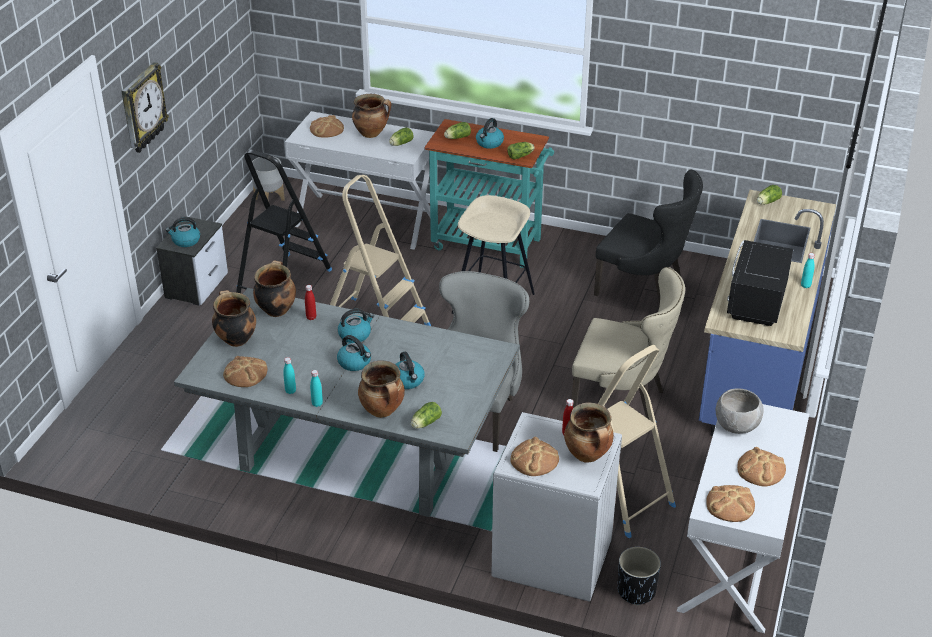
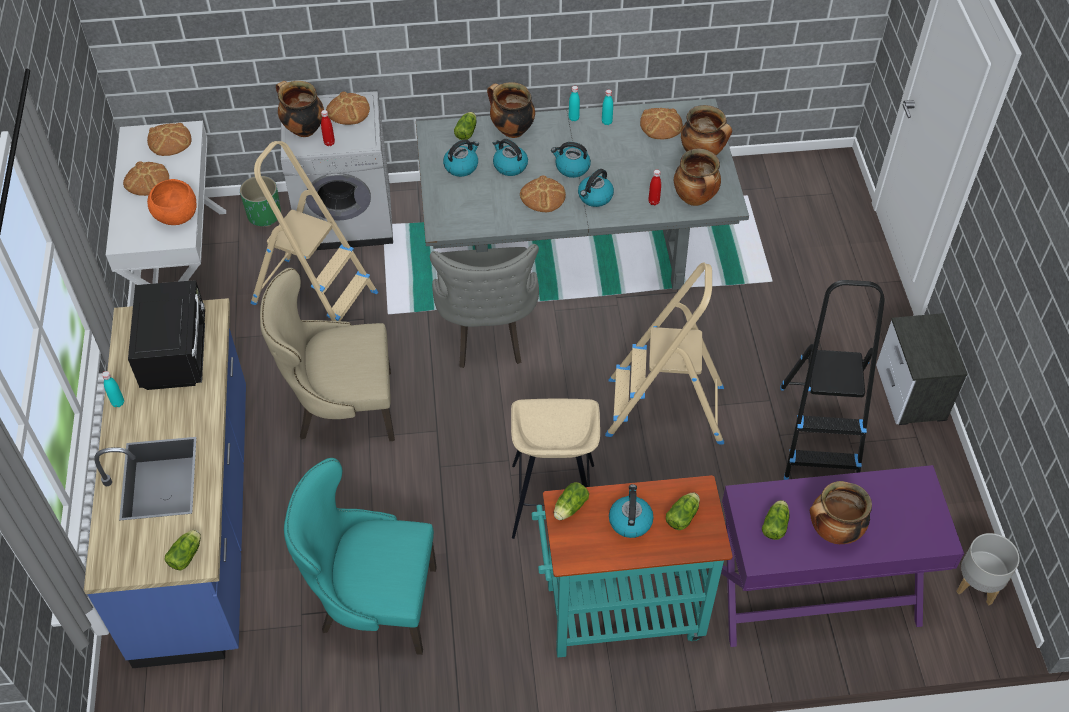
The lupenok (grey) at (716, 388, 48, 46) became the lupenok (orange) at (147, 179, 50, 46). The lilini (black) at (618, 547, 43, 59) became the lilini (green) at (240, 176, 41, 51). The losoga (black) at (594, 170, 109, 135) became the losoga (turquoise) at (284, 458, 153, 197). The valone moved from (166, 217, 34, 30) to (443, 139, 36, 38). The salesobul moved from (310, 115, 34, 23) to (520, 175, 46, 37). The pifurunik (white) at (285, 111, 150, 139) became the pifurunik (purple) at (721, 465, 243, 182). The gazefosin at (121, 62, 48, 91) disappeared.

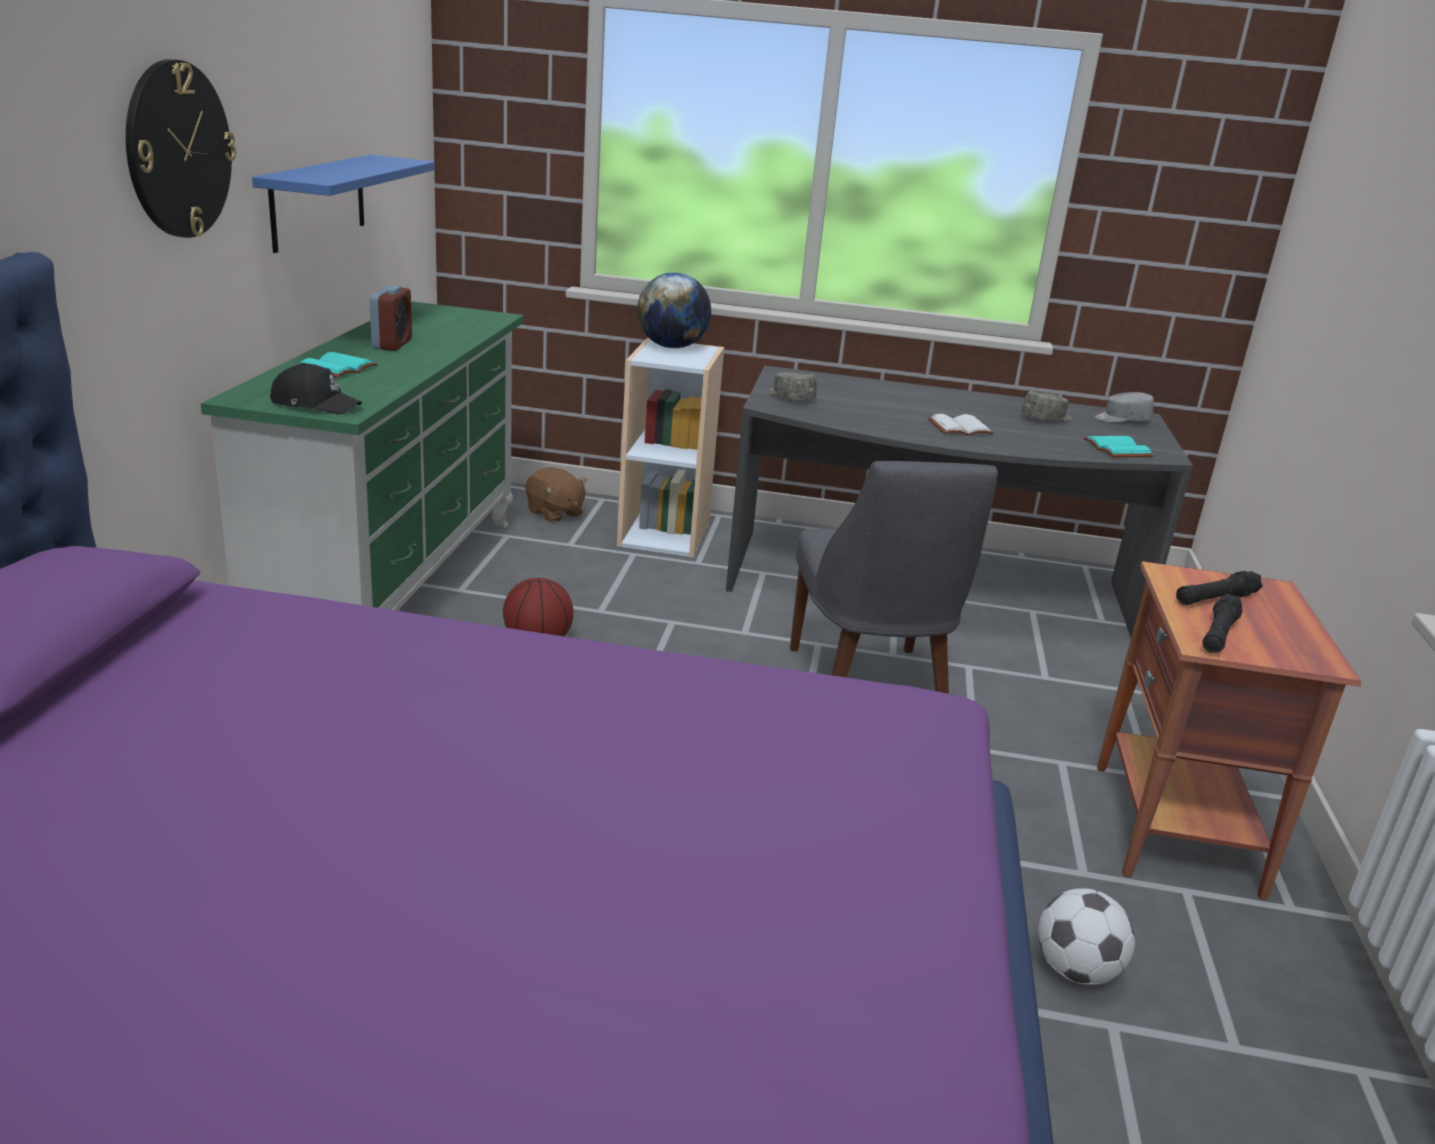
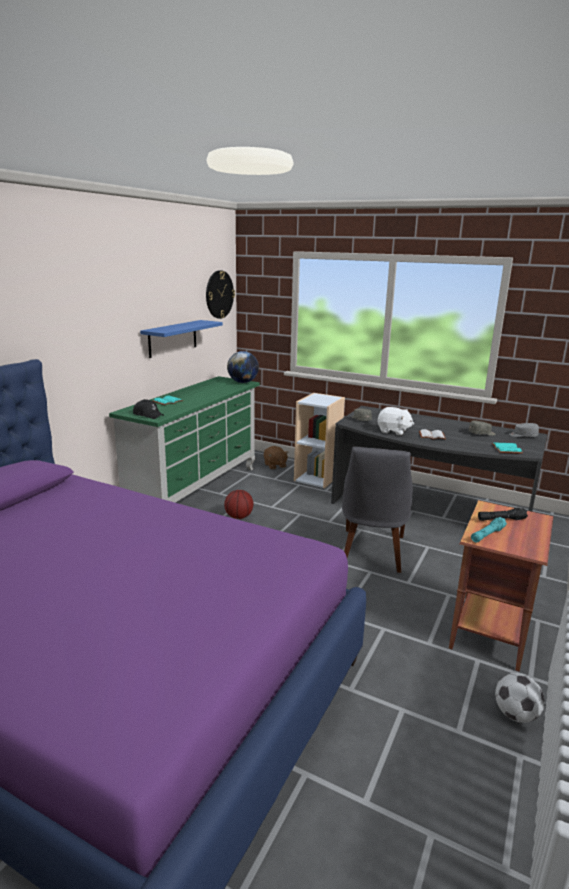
The gazefosin moved from (126, 59, 110, 179) to (206, 270, 29, 49). The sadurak moved from (637, 272, 74, 76) to (227, 351, 32, 32). The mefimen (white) at (377, 407, 37, 28) appeared. The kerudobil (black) at (1202, 594, 41, 59) became the kerudobil (turquoise) at (471, 517, 36, 26). The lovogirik moved from (1038, 888, 97, 97) to (495, 673, 50, 50). The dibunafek at (369, 285, 43, 66) disappeared.

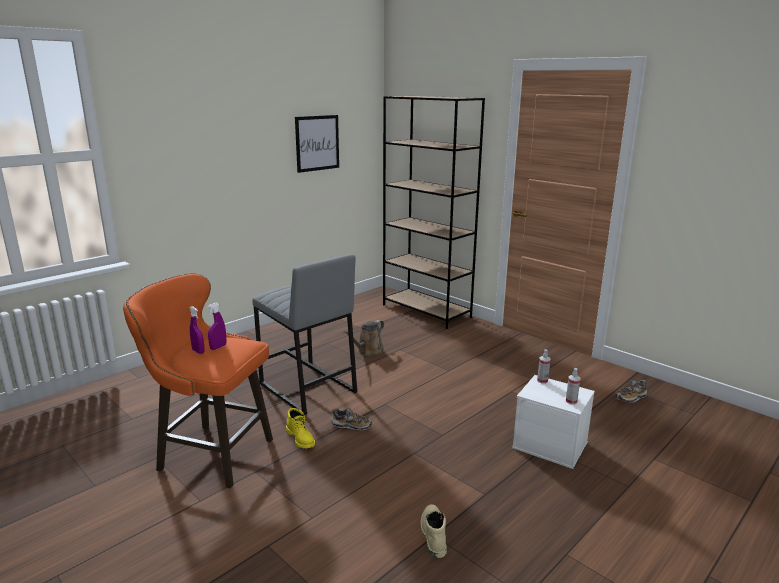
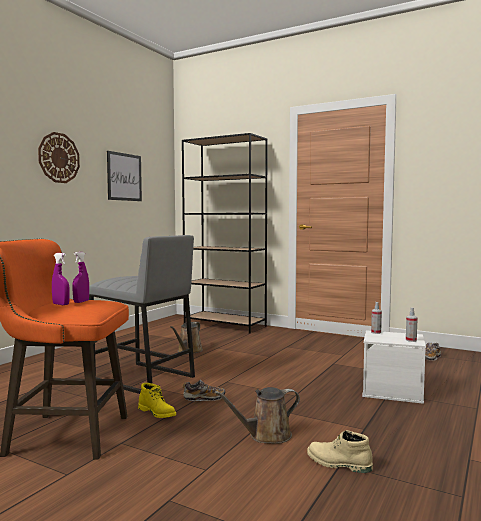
The gazefosin at (38, 132, 42, 51) appeared. The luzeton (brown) at (214, 387, 86, 57) appeared. The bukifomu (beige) at (421, 504, 26, 54) turned 45 degrees counterclockwise.

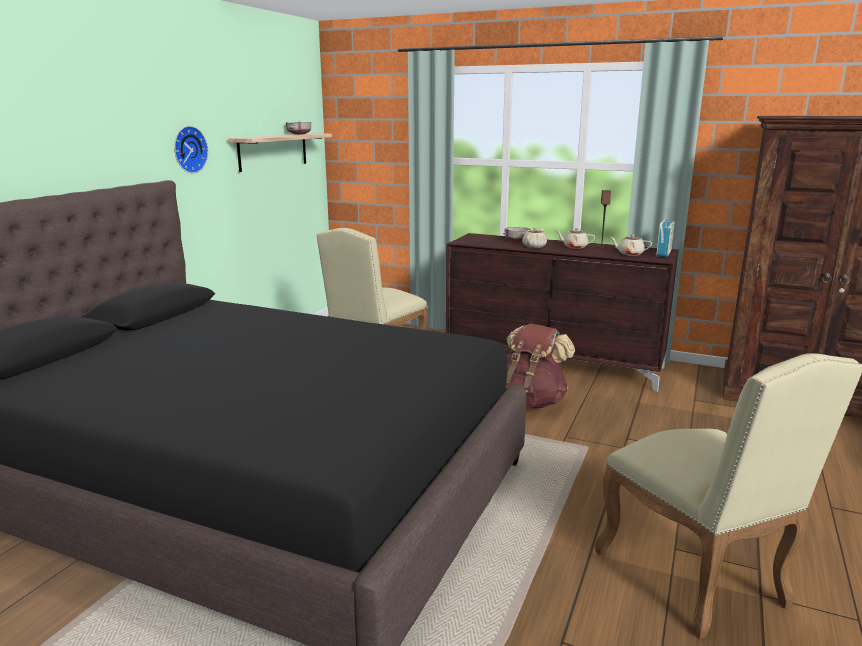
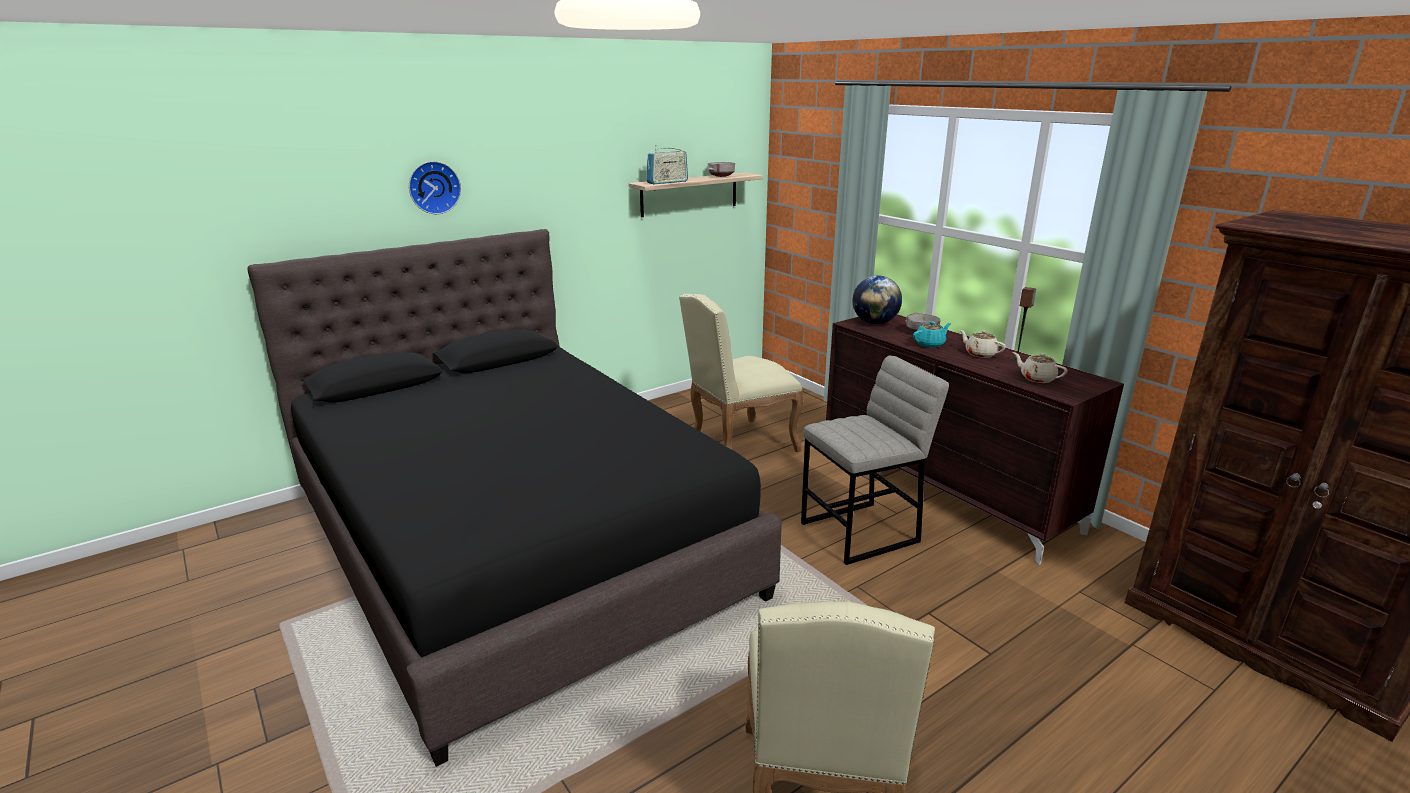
The gazefosin moved from (174, 126, 34, 47) to (409, 161, 52, 53). The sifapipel moved from (656, 219, 19, 38) to (646, 145, 42, 39). The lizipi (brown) at (506, 324, 69, 85) was replaced by the losoga (grey) at (801, 355, 148, 210). The sadurak at (852, 275, 50, 49) appeared. The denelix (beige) at (522, 228, 25, 20) became the denelix (turquoise) at (913, 321, 38, 27).

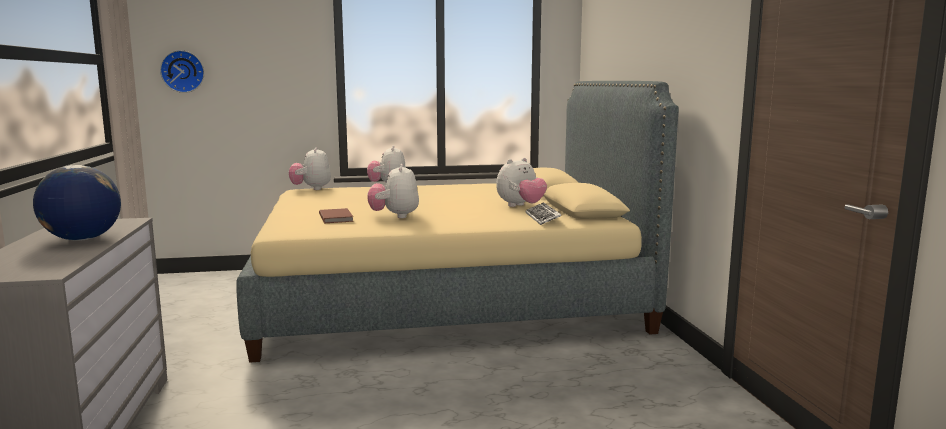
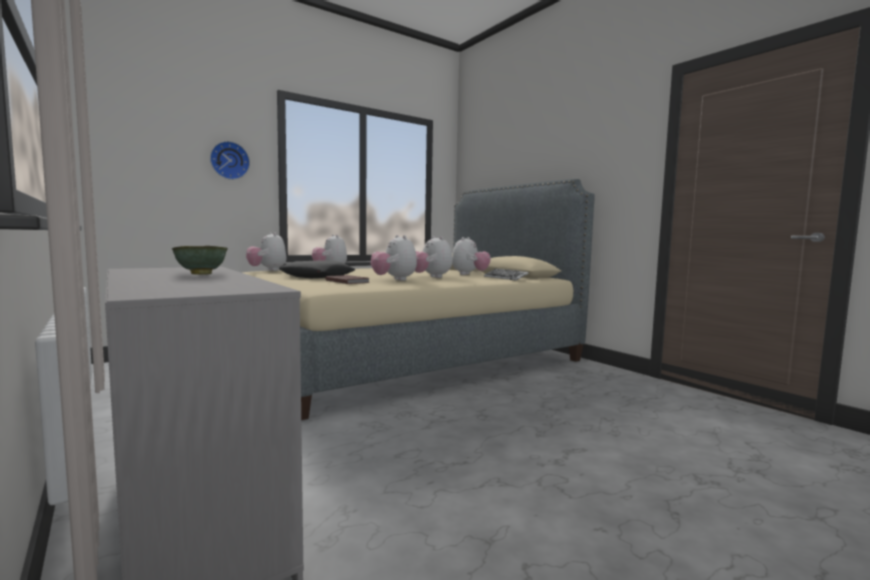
The sadurak at (33, 165, 88, 76) was replaced by the lupenok (green) at (172, 246, 56, 29). The gazefosin moved from (160, 50, 44, 43) to (210, 141, 40, 39). The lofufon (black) at (279, 260, 77, 18) appeared. The mefimen at (415, 236, 37, 42) appeared.

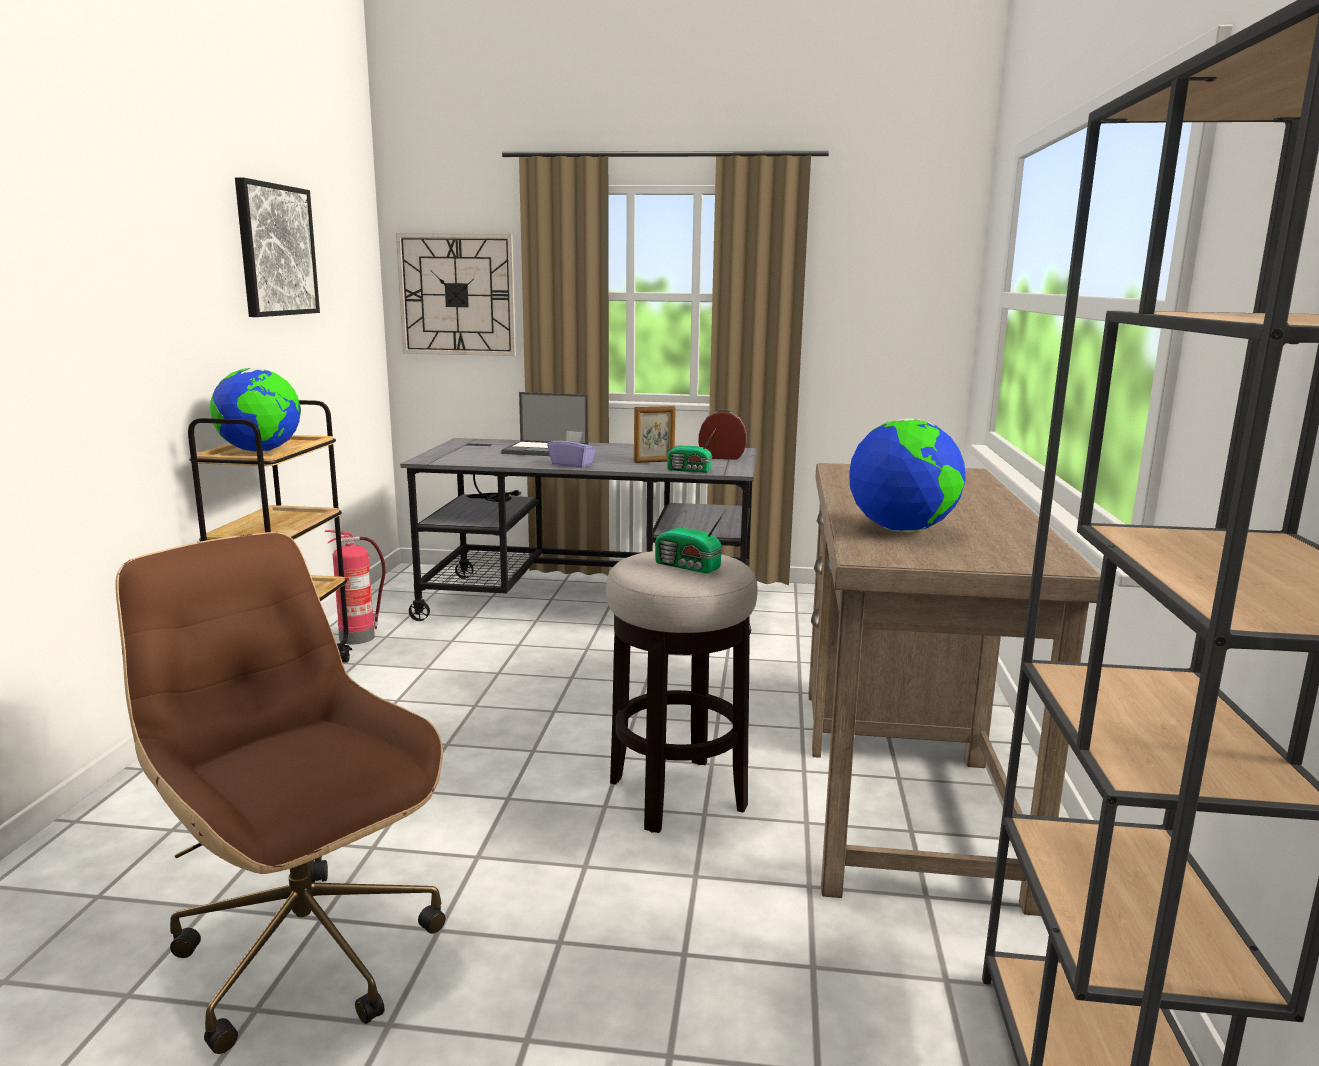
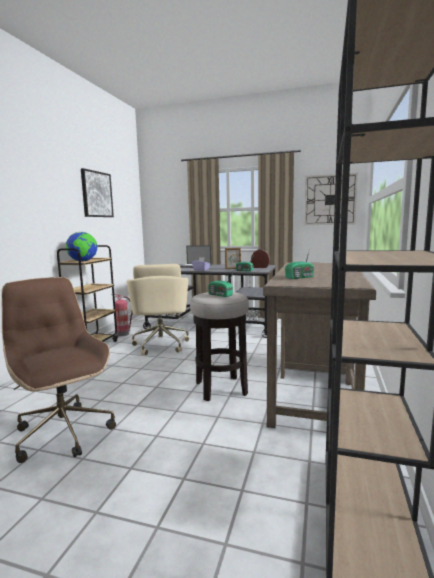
The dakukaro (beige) at (127, 264, 62, 91) appeared. The sadurak at (849, 418, 117, 115) was replaced by the sifapipel at (285, 248, 29, 31). The gazefosin moved from (396, 233, 120, 123) to (304, 173, 54, 52).

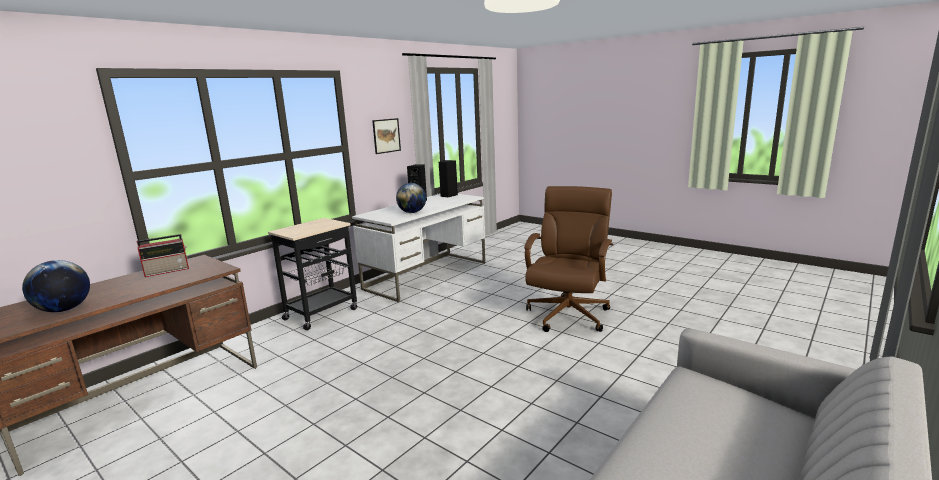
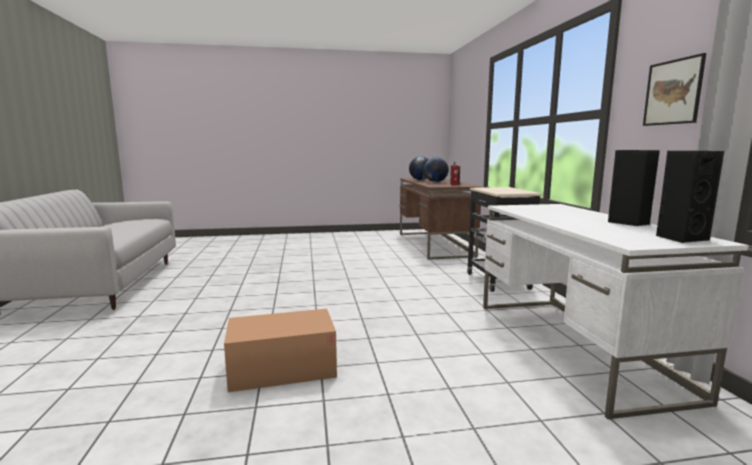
The dakukaro (brown) at (524, 186, 90, 146) was replaced by the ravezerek at (224, 309, 113, 83). The sadurak moved from (396, 183, 30, 30) to (424, 157, 25, 25).

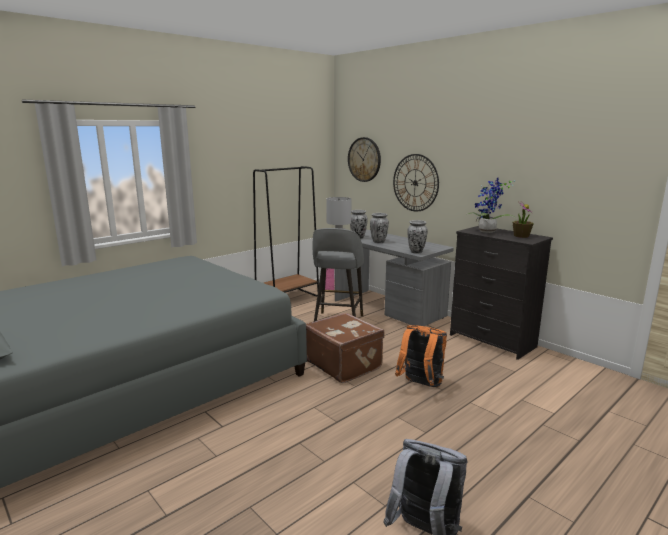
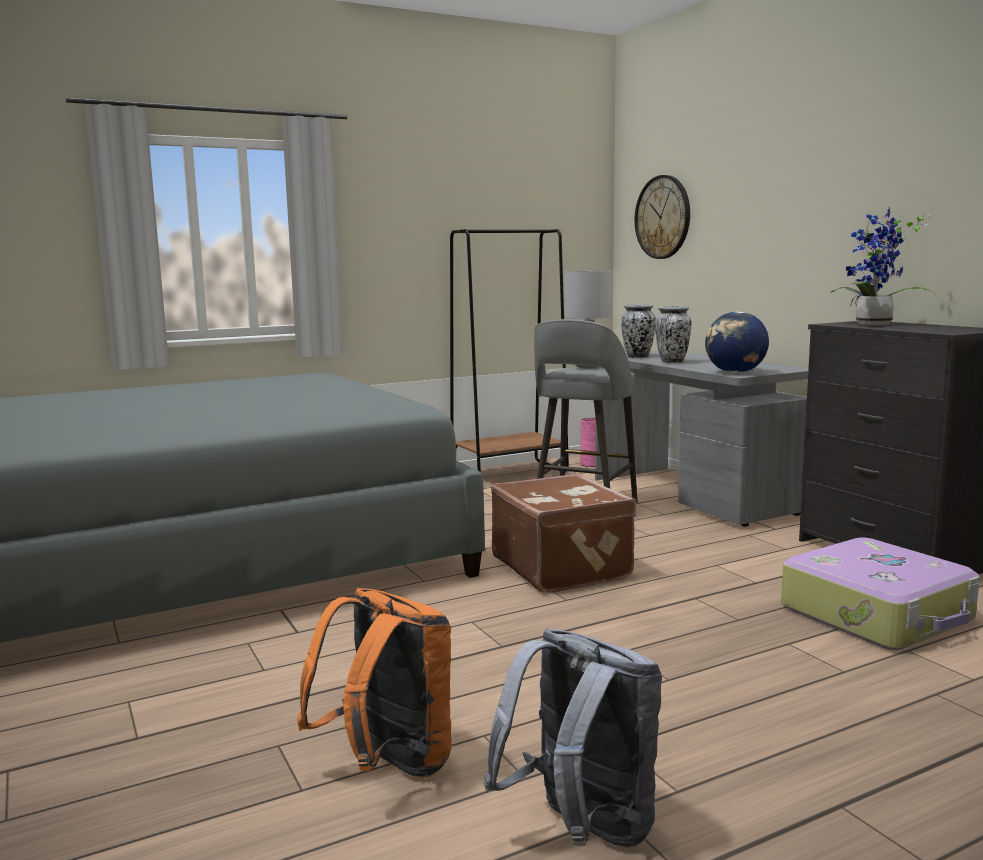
The lizipi (orange) moved from (395, 325, 52, 62) to (297, 588, 155, 190). The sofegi at (407, 220, 21, 34) was replaced by the sadurak at (705, 311, 64, 62). The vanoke at (781, 538, 199, 112) appeared. The gazefosin at (393, 154, 46, 58) disappeared. The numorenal at (513, 202, 21, 36) disappeared.

